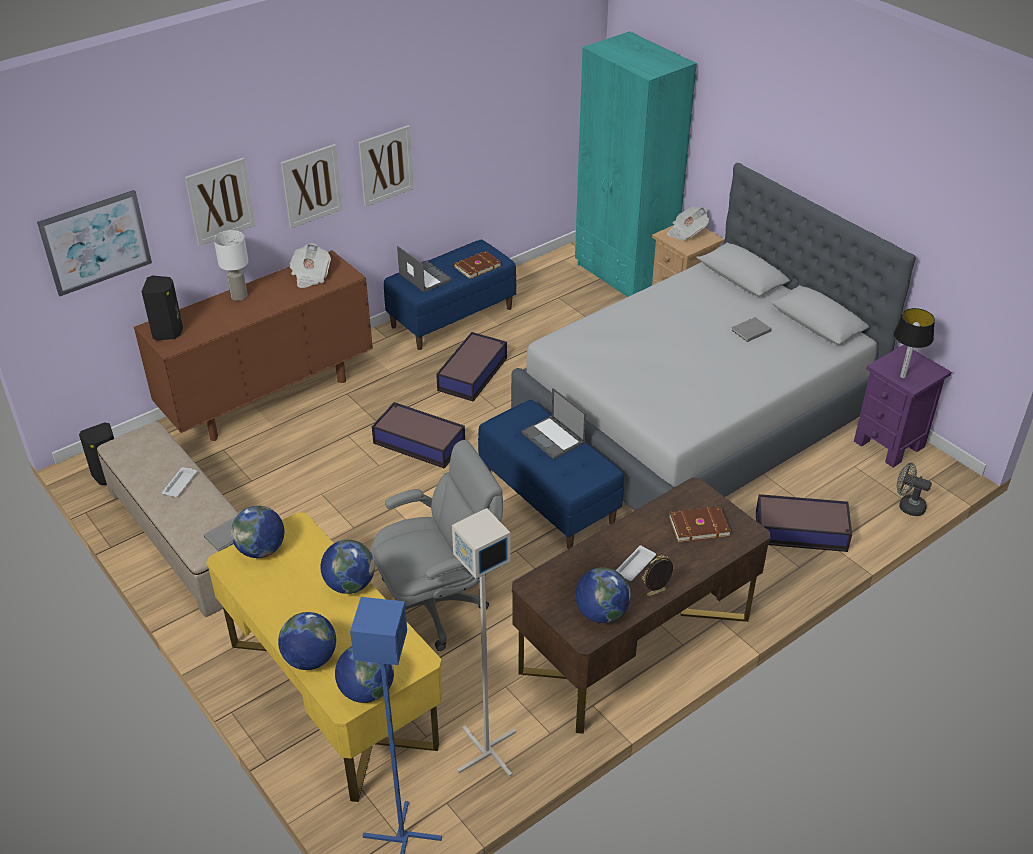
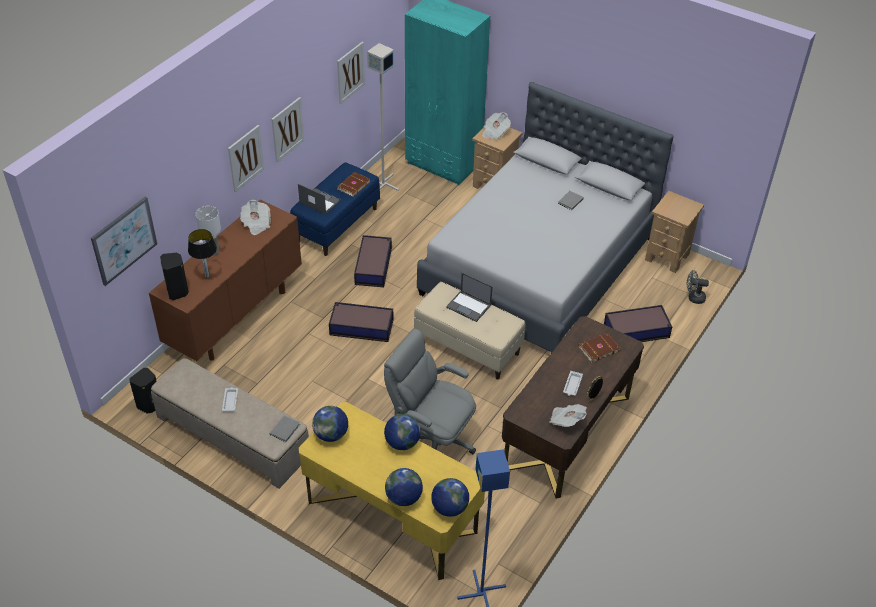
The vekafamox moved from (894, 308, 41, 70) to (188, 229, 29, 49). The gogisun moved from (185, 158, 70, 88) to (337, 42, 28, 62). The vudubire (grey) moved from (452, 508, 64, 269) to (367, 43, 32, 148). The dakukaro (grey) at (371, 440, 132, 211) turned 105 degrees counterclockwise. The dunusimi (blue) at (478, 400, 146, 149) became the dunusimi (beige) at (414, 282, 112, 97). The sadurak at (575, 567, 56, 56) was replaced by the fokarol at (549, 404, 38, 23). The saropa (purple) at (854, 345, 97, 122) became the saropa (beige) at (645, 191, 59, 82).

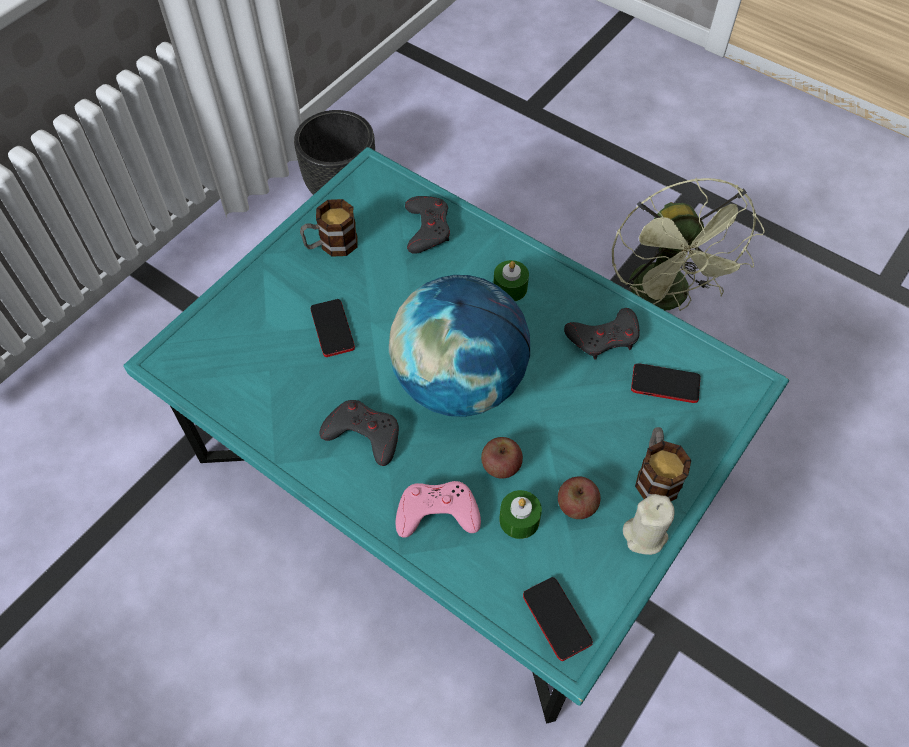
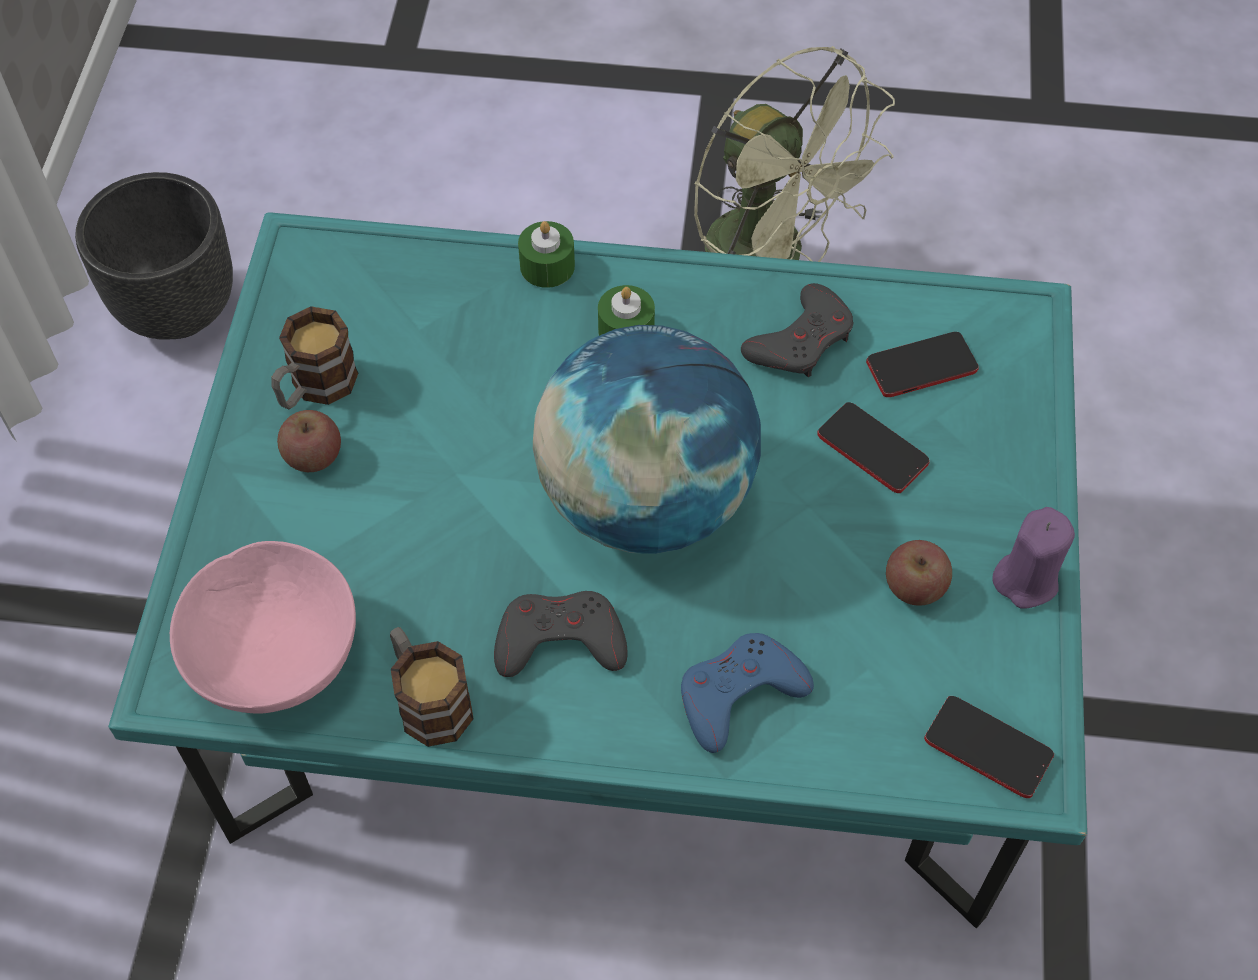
The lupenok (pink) at (170, 541, 186, 173) appeared. The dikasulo moved from (481, 437, 42, 42) to (277, 410, 64, 62). The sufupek moved from (635, 427, 56, 74) to (390, 627, 84, 120). The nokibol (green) moved from (499, 490, 43, 49) to (518, 221, 57, 67). The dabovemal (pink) at (396, 481, 85, 57) became the dabovemal (blue) at (681, 633, 133, 120). The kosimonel moved from (311, 299, 44, 58) to (817, 402, 113, 91). The nokibol (beige) at (623, 494, 52, 61) became the nokibol (purple) at (992, 507, 83, 102). The dabovemal (grey) at (405, 196, 45, 58) disappeared.

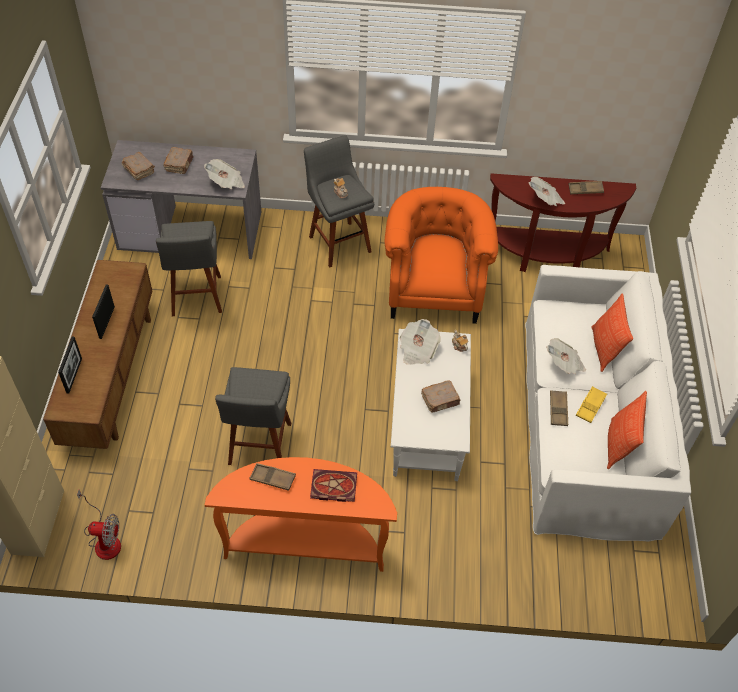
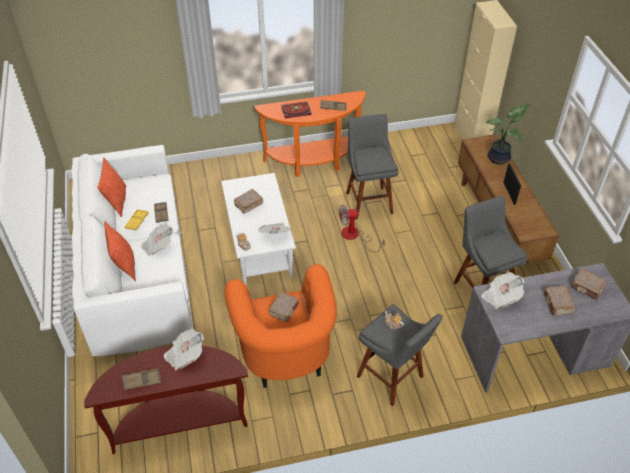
The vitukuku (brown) at (268, 292, 31, 30) appeared. The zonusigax moved from (77, 490, 44, 70) to (339, 204, 46, 48). The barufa at (58, 336, 24, 58) was replaced by the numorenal at (486, 104, 44, 61).

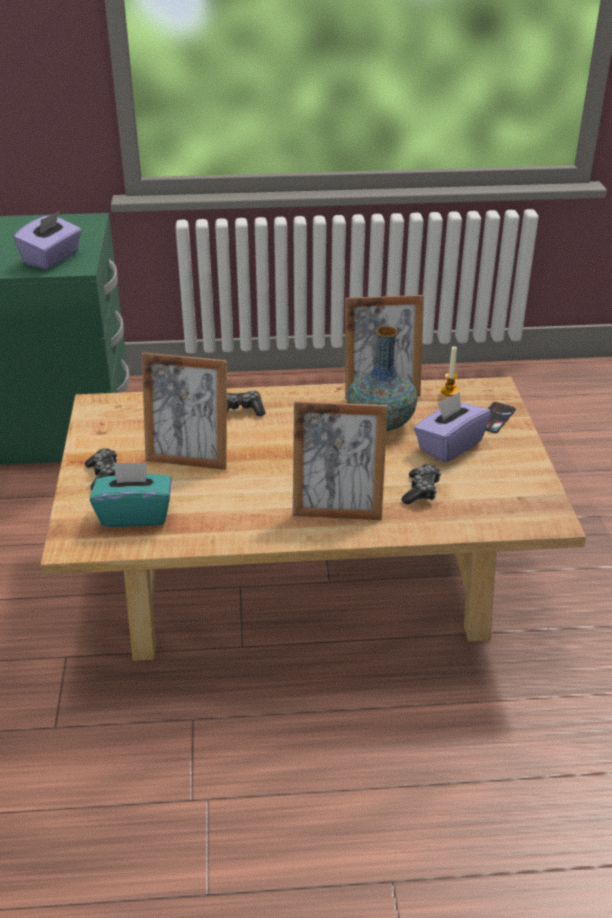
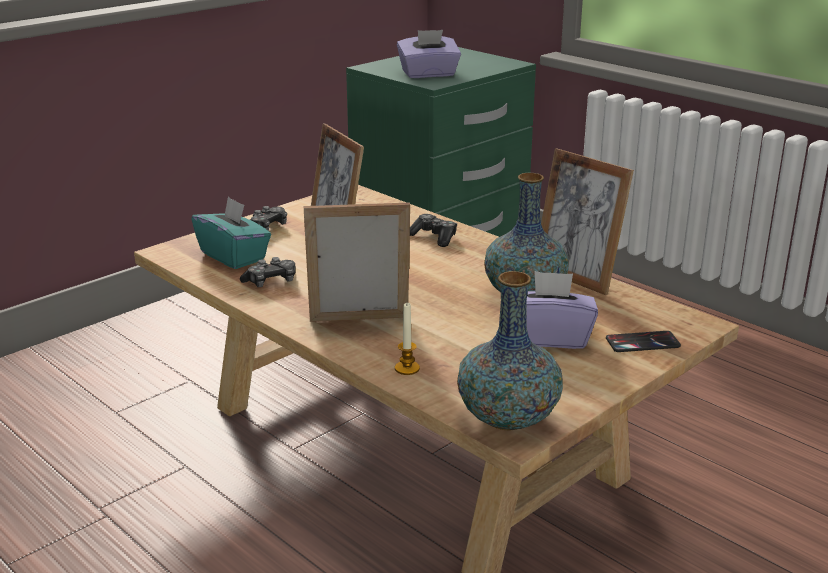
The dabovemal moved from (401, 464, 40, 40) to (240, 257, 56, 30). The barufa at (293, 401, 95, 119) turned 120 degrees clockwise. The nokibol moved from (441, 346, 18, 50) to (395, 303, 25, 72). The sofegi at (457, 271, 106, 160) appeared.

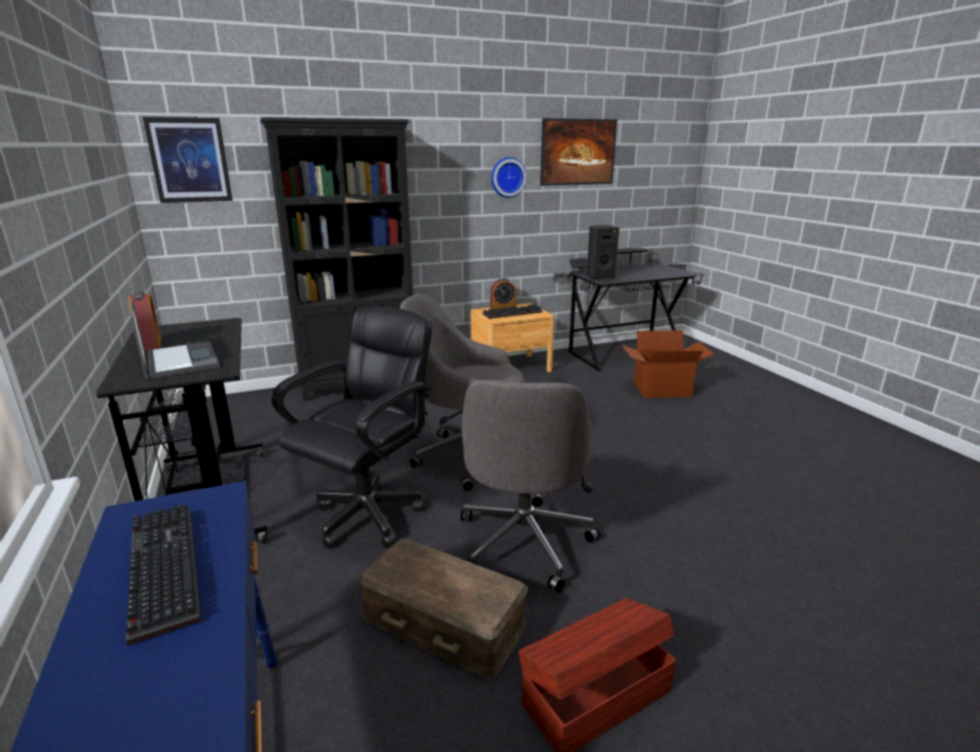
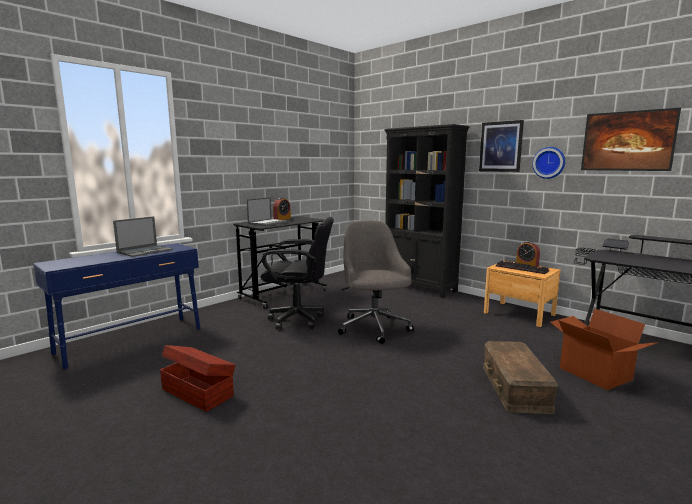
The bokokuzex at (126, 504, 75, 142) was replaced by the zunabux at (113, 216, 60, 41). The gogisun moved from (143, 117, 90, 86) to (479, 120, 45, 52). The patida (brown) moved from (358, 539, 170, 140) to (483, 341, 75, 73). The dakukaro (grey) at (461, 380, 139, 213) disappeared. The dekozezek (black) at (587, 225, 33, 54) disappeared.

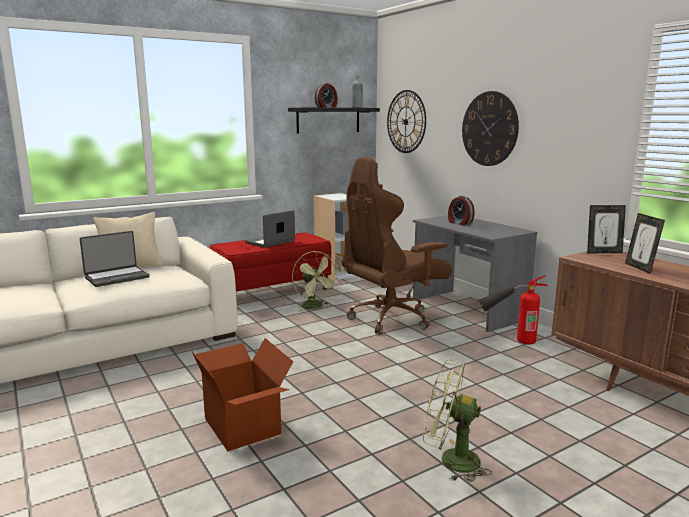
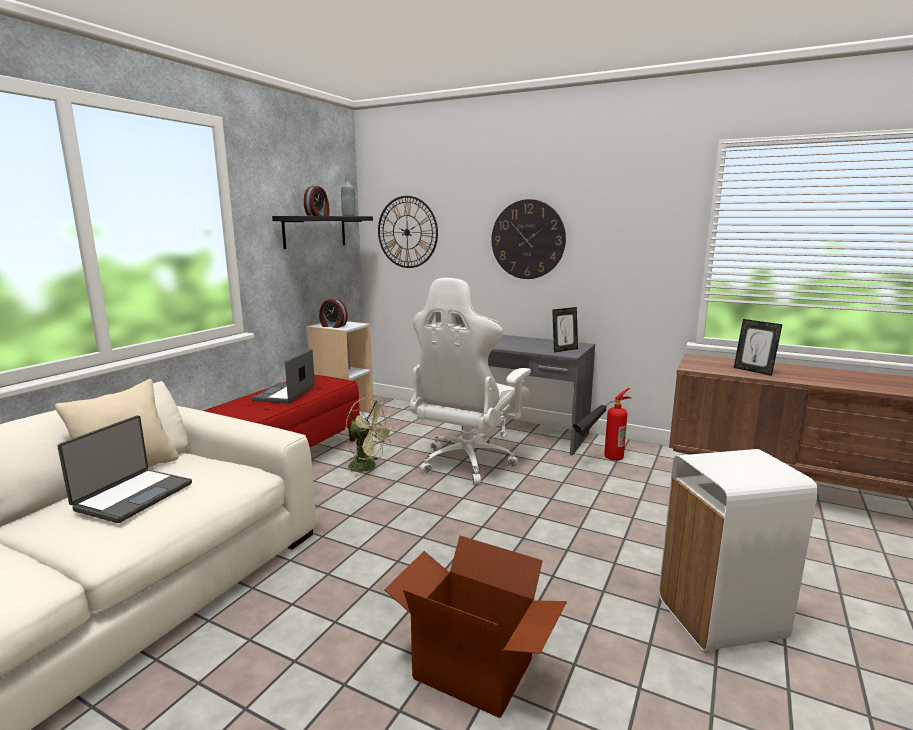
The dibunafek moved from (448, 196, 27, 29) to (319, 298, 29, 30). The dakukaro (brown) at (341, 157, 111, 177) became the dakukaro (white) at (410, 278, 121, 207). The barufa moved from (587, 205, 39, 48) to (552, 307, 26, 46). The zonusigax (green) at (423, 359, 69, 123) was replaced by the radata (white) at (659, 449, 159, 202).

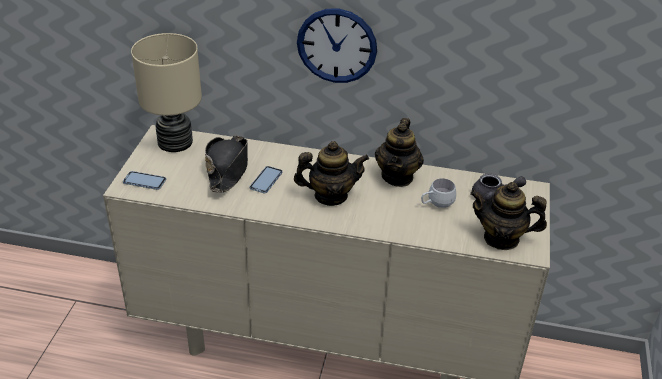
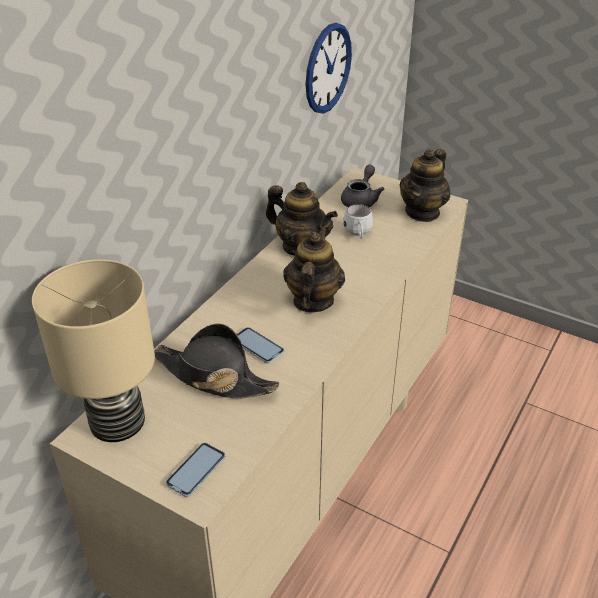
The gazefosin moved from (297, 8, 80, 75) to (305, 23, 47, 91).

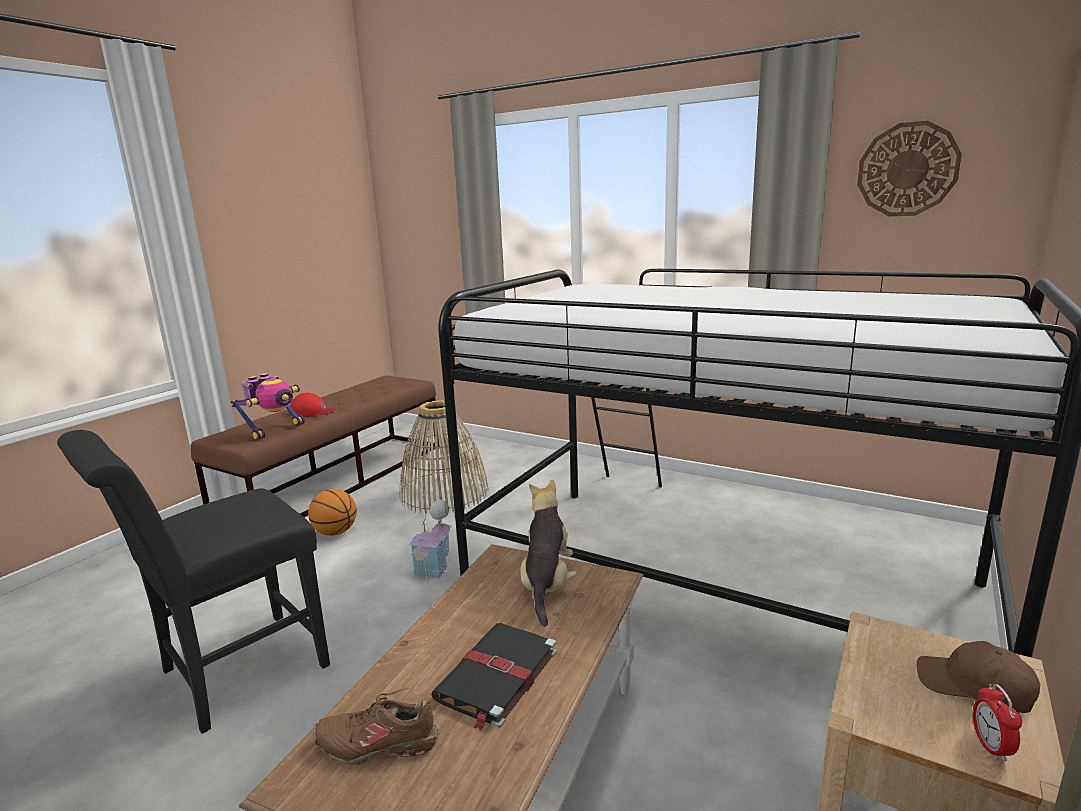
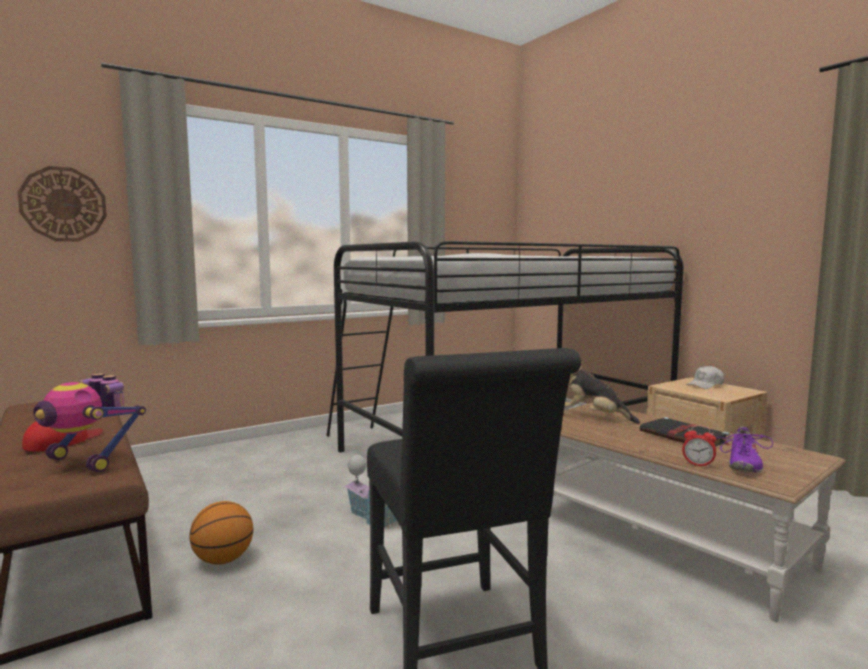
The gazefosin moved from (857, 121, 105, 95) to (18, 166, 89, 76). The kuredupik at (231, 373, 74, 67) turned 150 degrees clockwise. The dibunafek moved from (973, 684, 49, 77) to (682, 425, 34, 43). The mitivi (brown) at (917, 641, 123, 72) became the mitivi (white) at (686, 365, 38, 24). The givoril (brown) at (313, 688, 126, 77) became the givoril (purple) at (718, 427, 55, 45). The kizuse at (400, 400, 89, 114) disappeared.

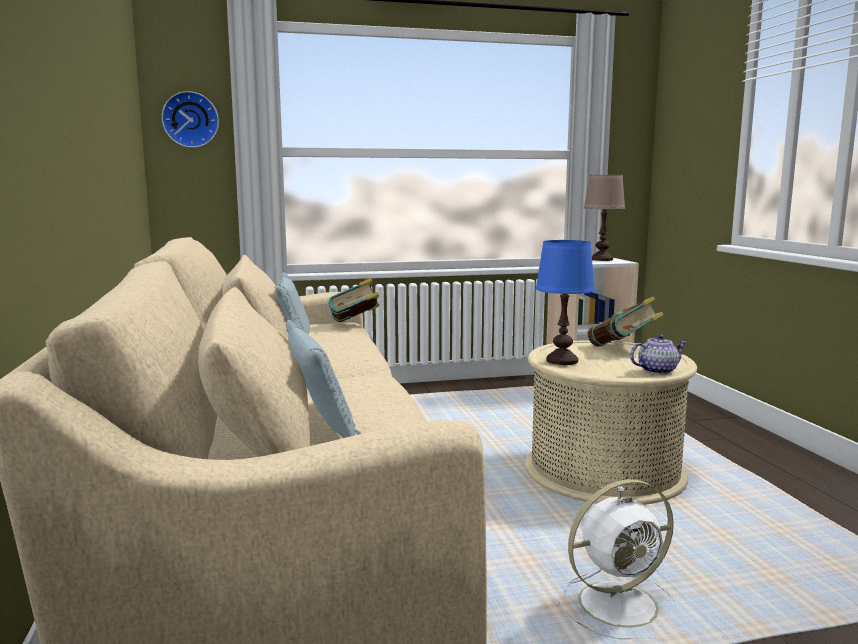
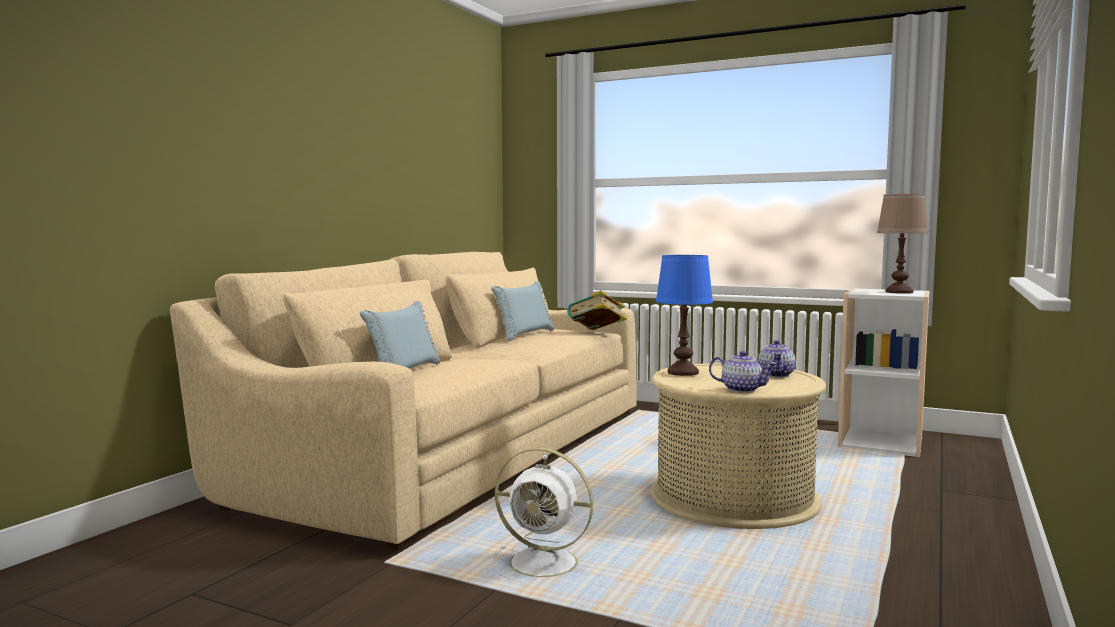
The vitukuku at (587, 297, 77, 49) was replaced by the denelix at (758, 340, 38, 37). The gazefosin at (162, 91, 57, 57) disappeared.

